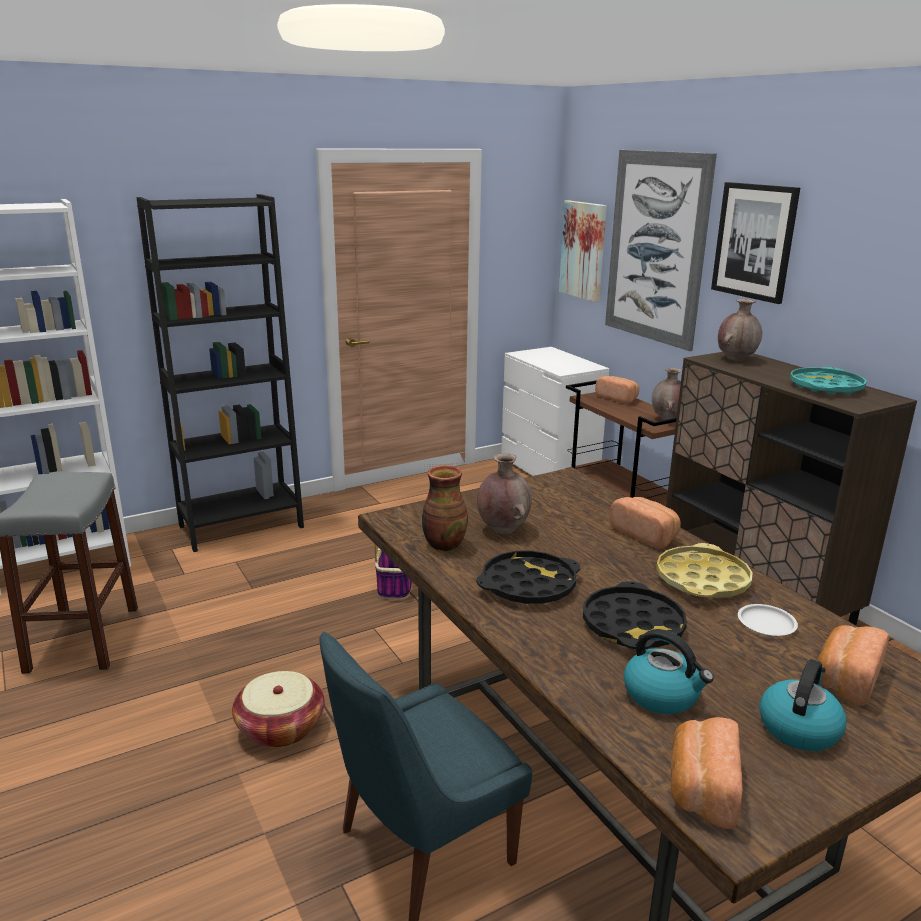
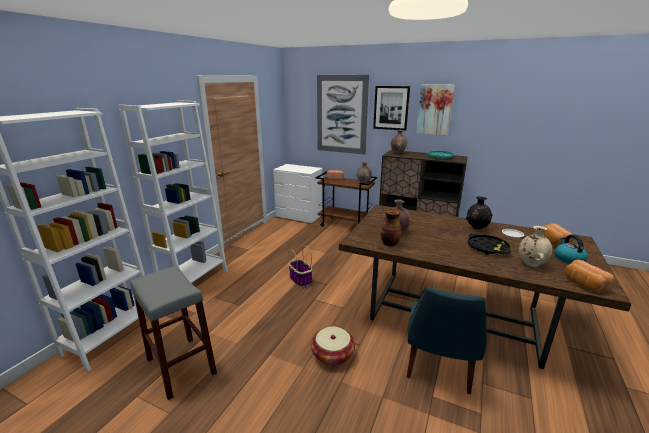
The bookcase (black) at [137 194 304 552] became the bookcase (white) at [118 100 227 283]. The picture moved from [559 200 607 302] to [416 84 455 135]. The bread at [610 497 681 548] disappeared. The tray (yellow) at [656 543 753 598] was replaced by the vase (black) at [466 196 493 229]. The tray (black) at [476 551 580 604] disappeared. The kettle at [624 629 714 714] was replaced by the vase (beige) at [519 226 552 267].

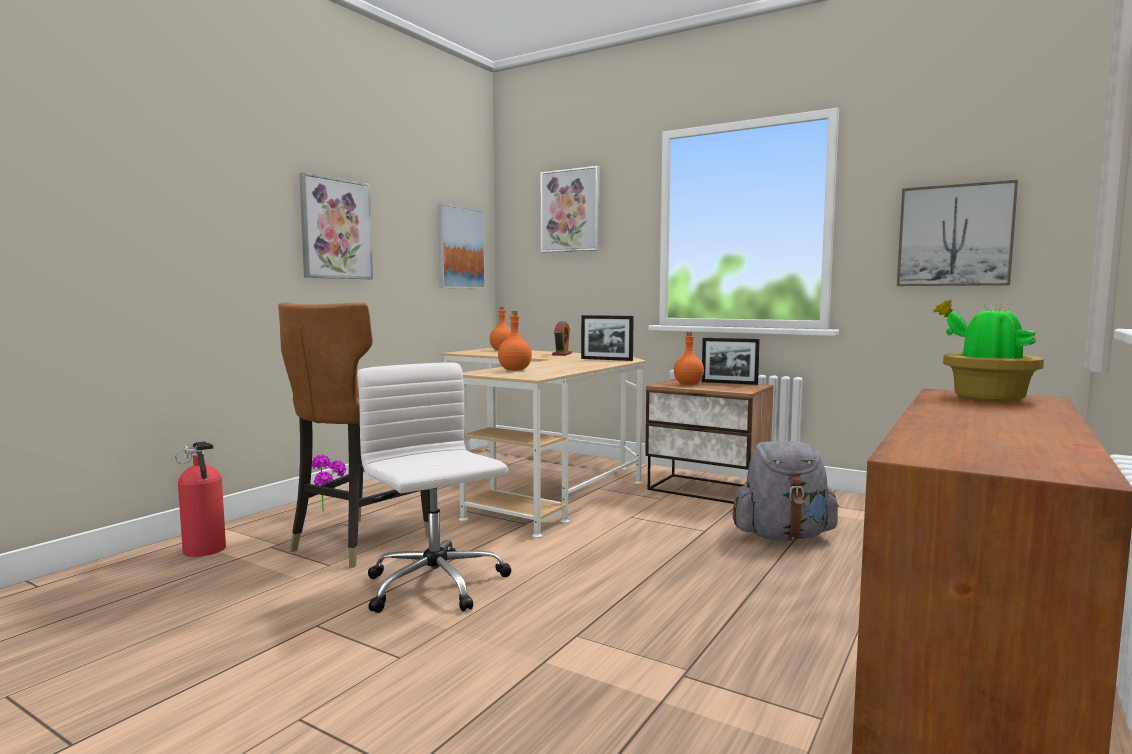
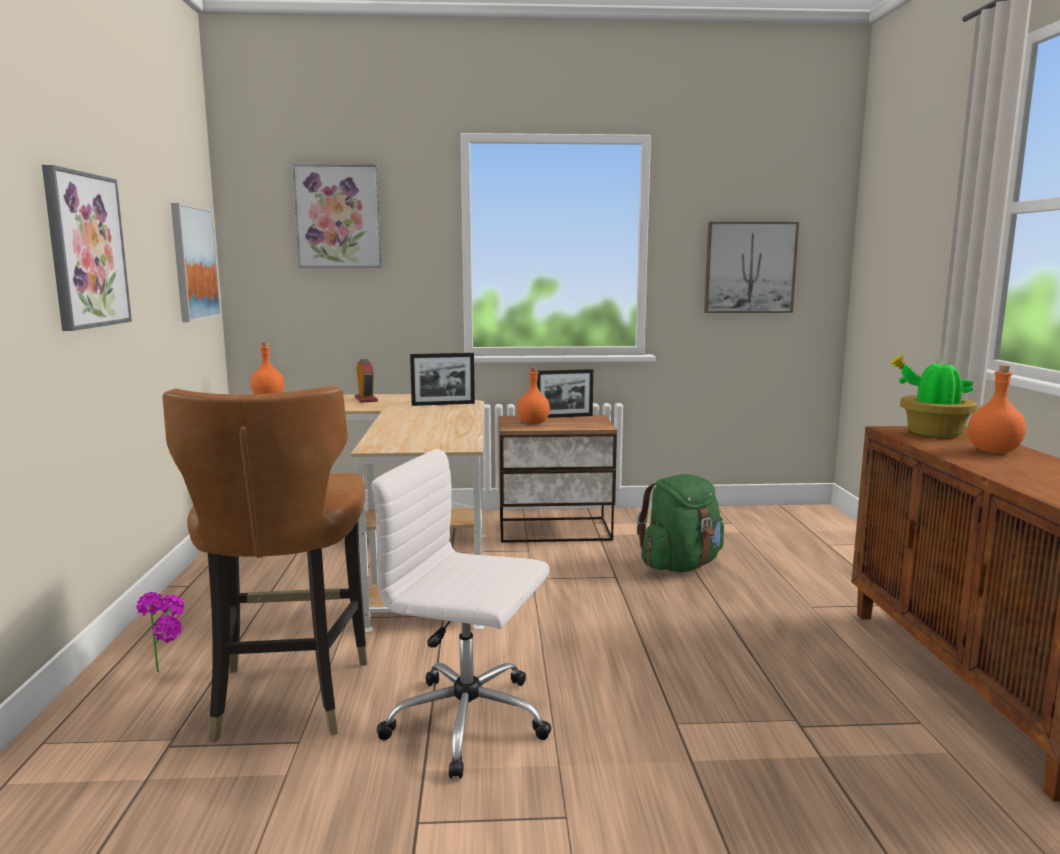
The bottle (orange) moved from [498 311 532 371] to [968 365 1026 453]. The fire extinguisher at [175 441 226 557] disappeared. The backpack (grey) at [732 441 839 541] became the backpack (green) at [637 474 724 572].

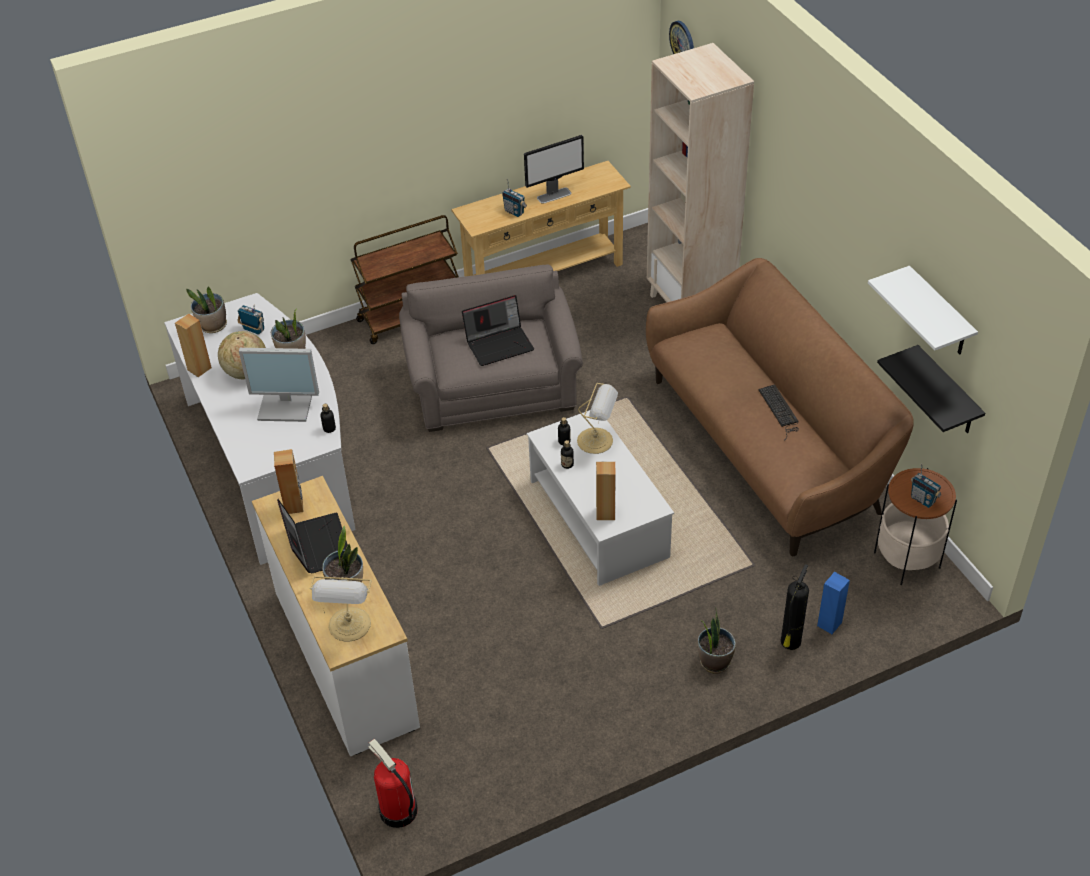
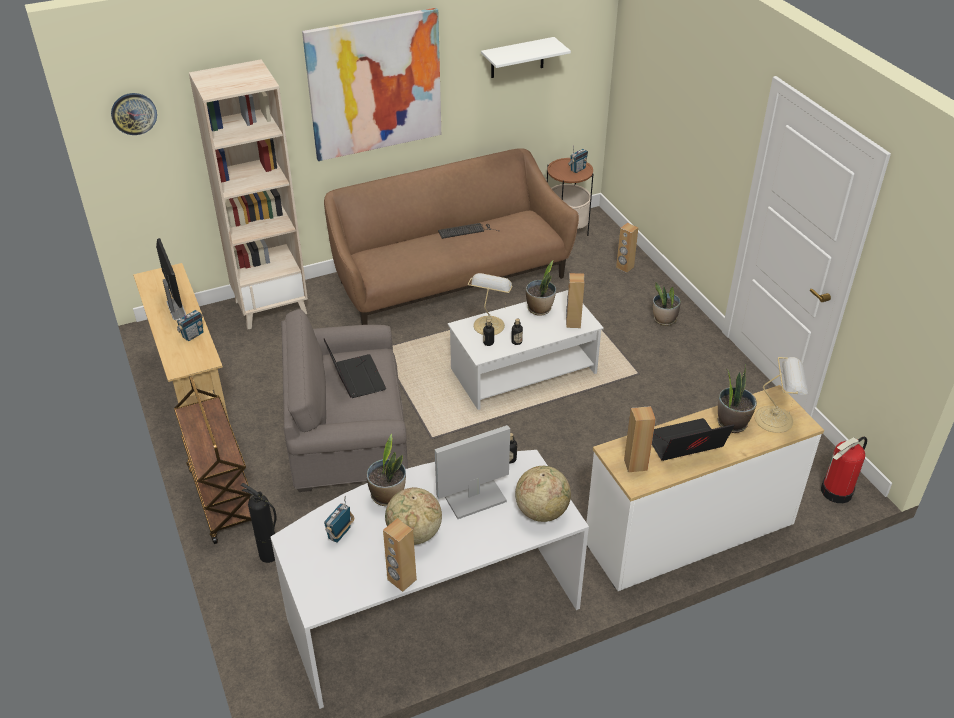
The potted plant moved from [186 286 227 333] to [526 261 556 316]. The shelf (black) at [877 345 985 433] disappeared. The monitor at [239 348 319 422] turned 120 degrees counterclockwise. The fire extinguisher moved from [781 564 809 650] to [241 483 276 563]. The speaker (blue) at [817 572 850 634] became the speaker (brown) at [616 223 638 273]. The picture at [302 8 441 161] appeared. The globe at [515 466 571 522] appeared.

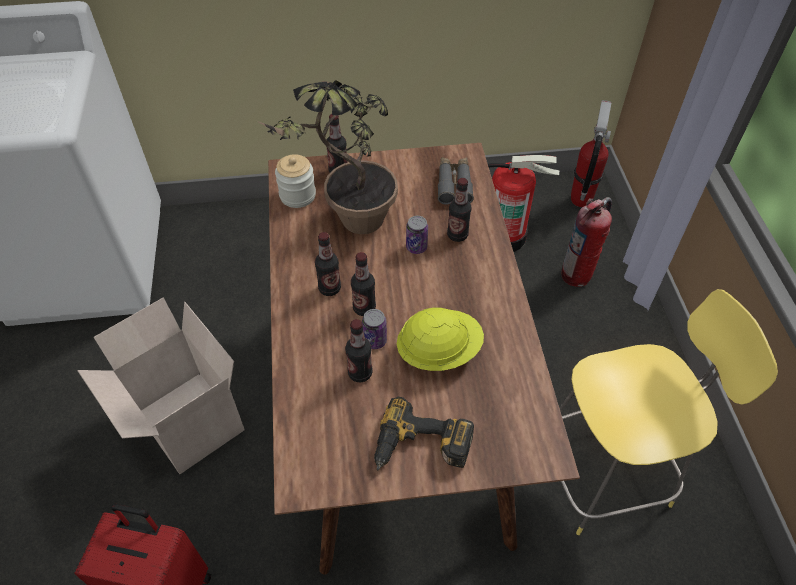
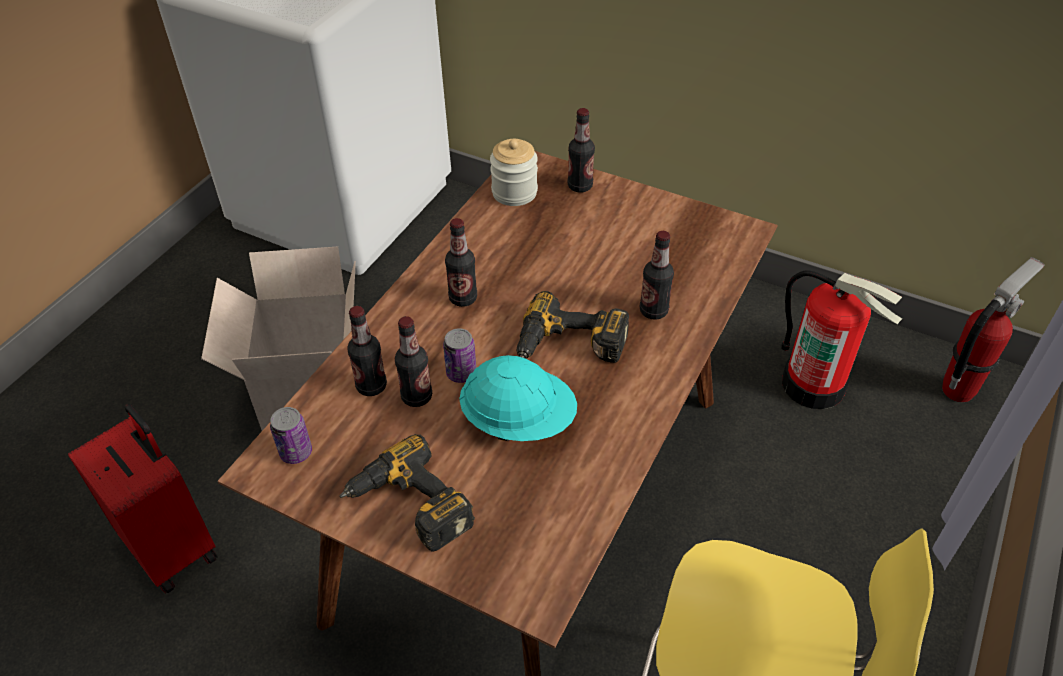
The potted plant at [257 80 398 234] disappeared. The binoculars (grey) at [438 157 474 205] disappeared. The fire extinguisher at [561 197 612 287] disappeared. The can moved from [406 216 428 254] to [270 407 312 464]. The bottle moved from [351 252 376 316] to [347 306 387 396]. The hard hat (yellow) at [397 308 484 371] became the hard hat (turquoise) at [459 355 577 441]. The power drill at [517 291 629 363] appeared.

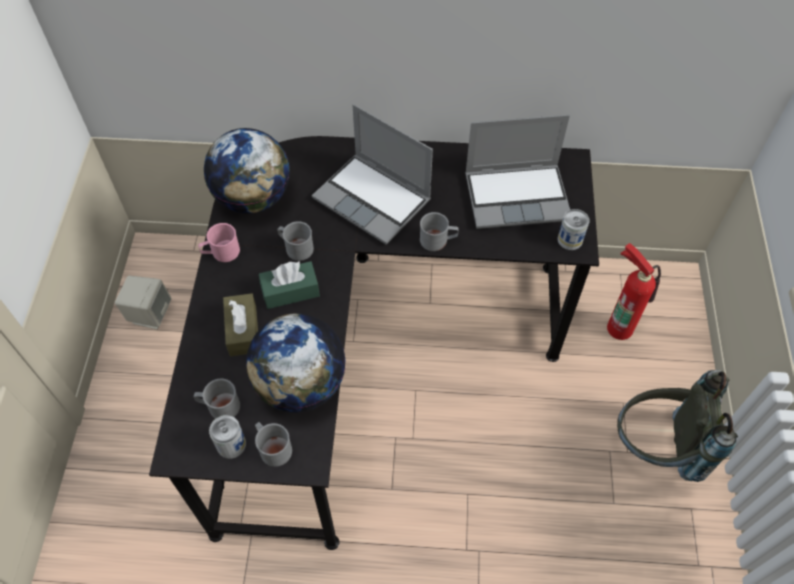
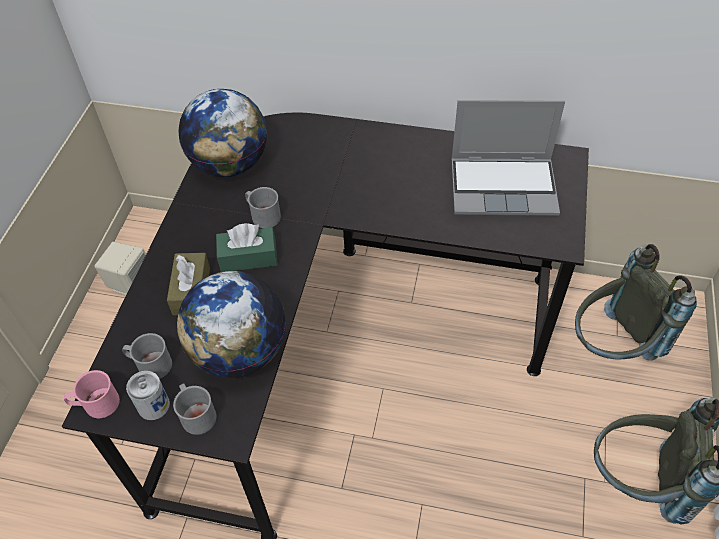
The laptop at [312 104 433 245] disappeared. The can at [558 209 589 250] disappeared. The mug (grey) at [420 212 459 251] disappeared. The mug (pink) moved from [198 223 240 262] to [64 370 120 418]. The fire extinguisher at [607 243 661 340] was replaced by the backpack (grey) at [575 244 697 361].

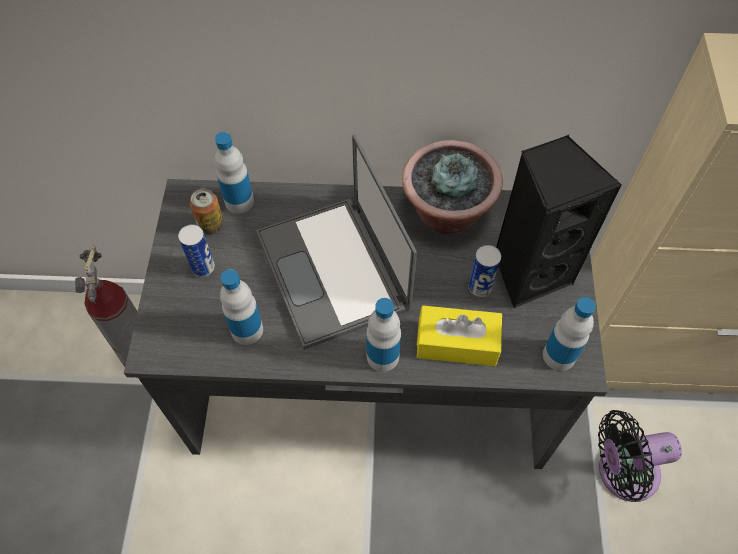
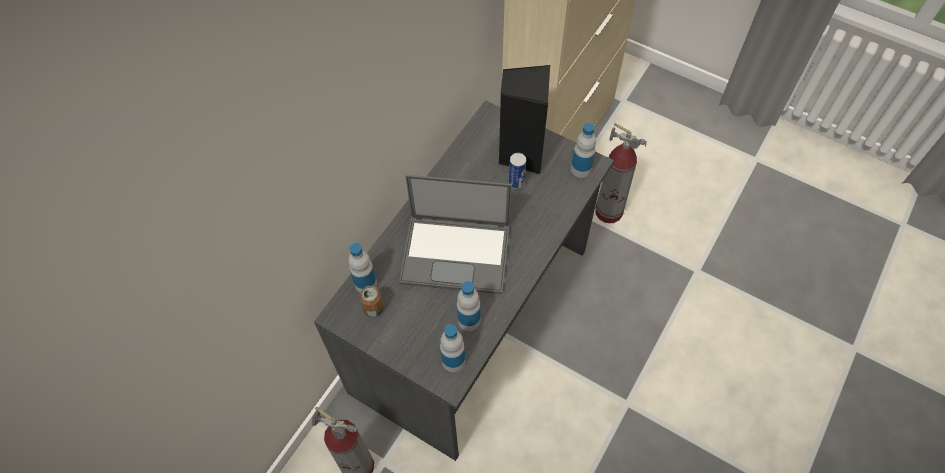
The potted plant at [402 140 503 235] disappeared. The can at [178 224 215 277] disappeared. The bottle moved from [366 298 401 372] to [440 324 465 372]. The tissue box (yellow) at [417 305 502 366] disappeared. The fan (black) at [598 410 682 502] was replaced by the fire extinguisher at [595 123 647 223].

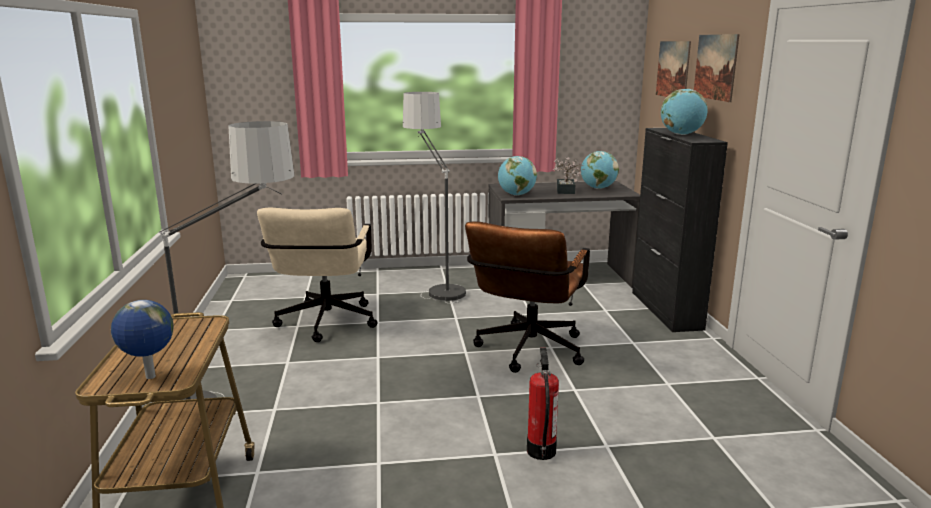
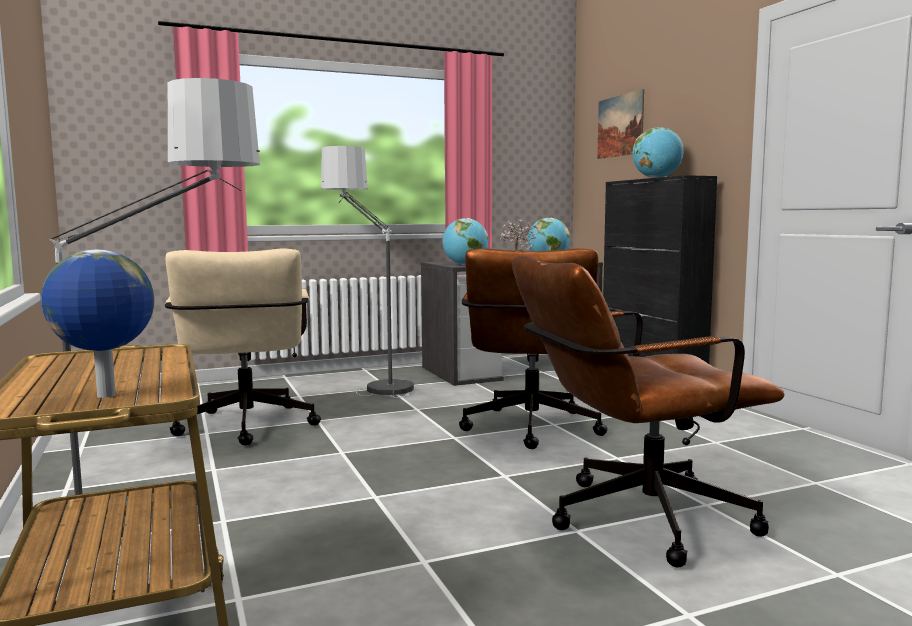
The picture at [694 34 739 102] disappeared. The fire extinguisher at [527 348 559 460] was replaced by the office chair (brown) at [512 256 785 568].

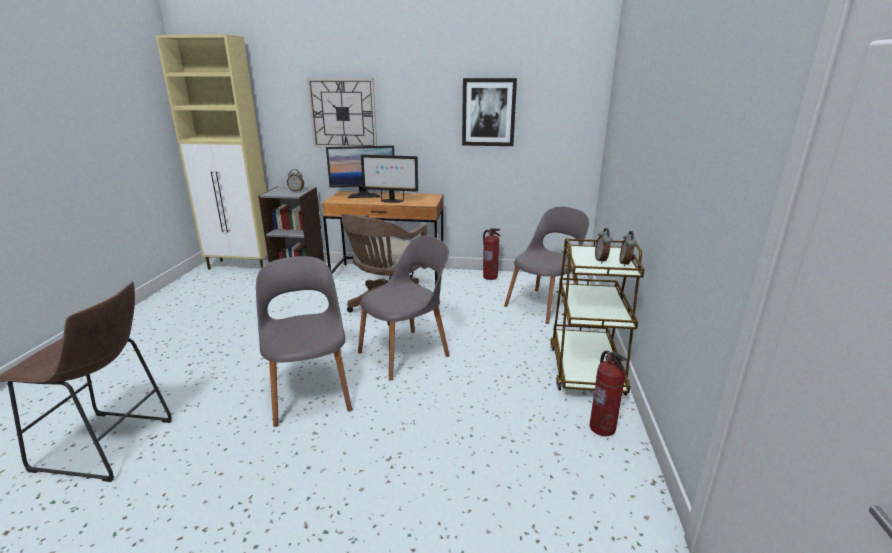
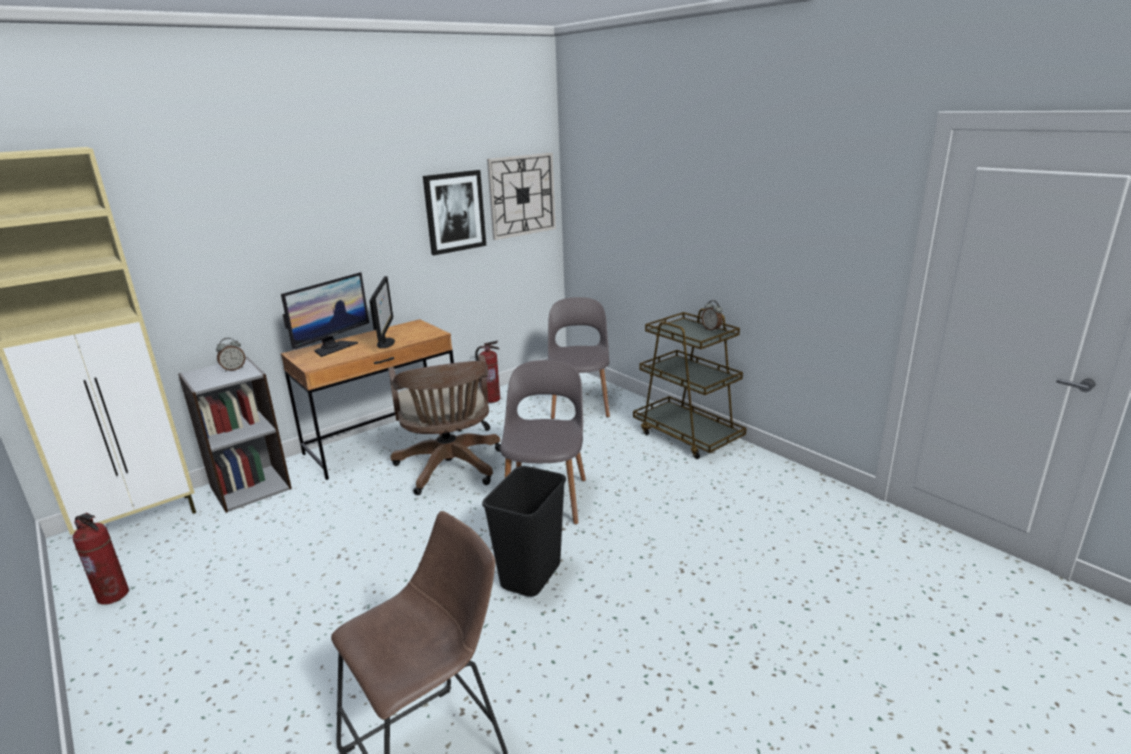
The wall clock moved from [307 78 377 148] to [487 153 556 240]. The monitor at [361 155 418 203] turned 60 degrees counterclockwise. The alarm clock at [595 228 613 263] disappeared. The chair (grey) at [256 256 352 427] was replaced by the trash can (black) at [482 466 566 597]. The fire extinguisher moved from [590 351 627 436] to [73 513 129 604].

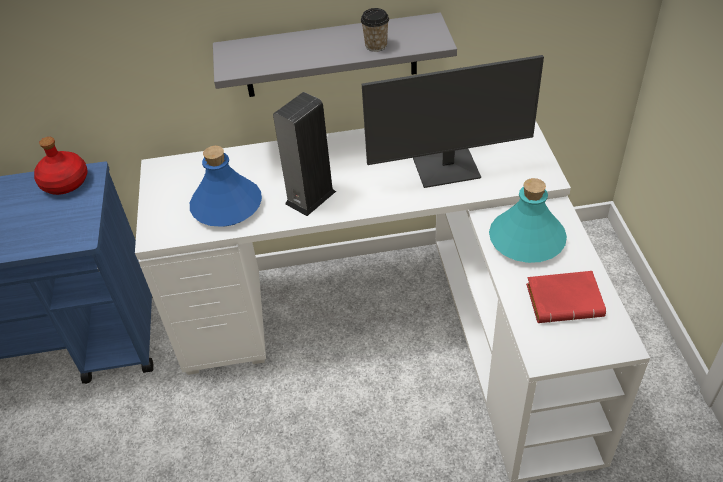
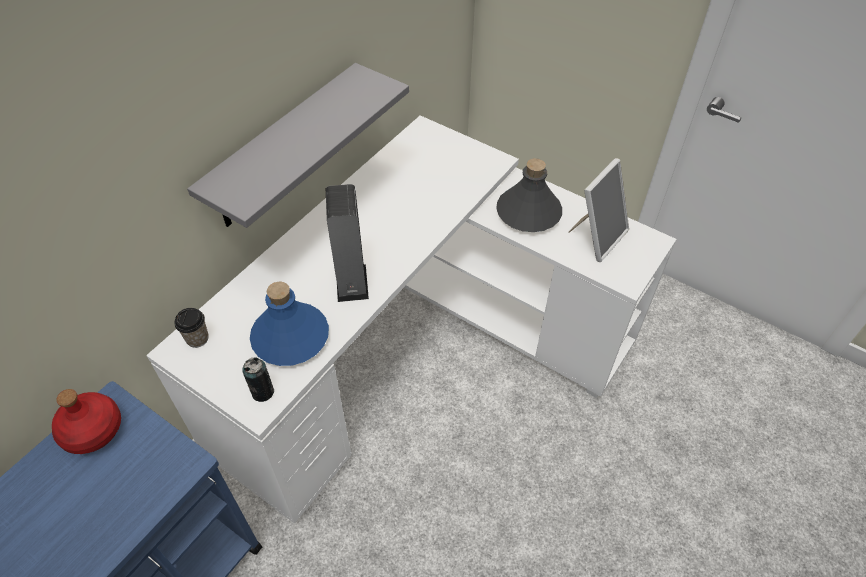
The cup moved from [361 8 389 52] to [175 308 209 348]. The monitor at [362 55 544 188] disappeared. The bottle (turquoise) at [489 178 567 263] became the bottle (grey) at [496 158 562 232]. The book (red) at [526 271 606 323] was replaced by the picture frame at [568 158 629 262]. The can at [242 357 274 402] appeared.

